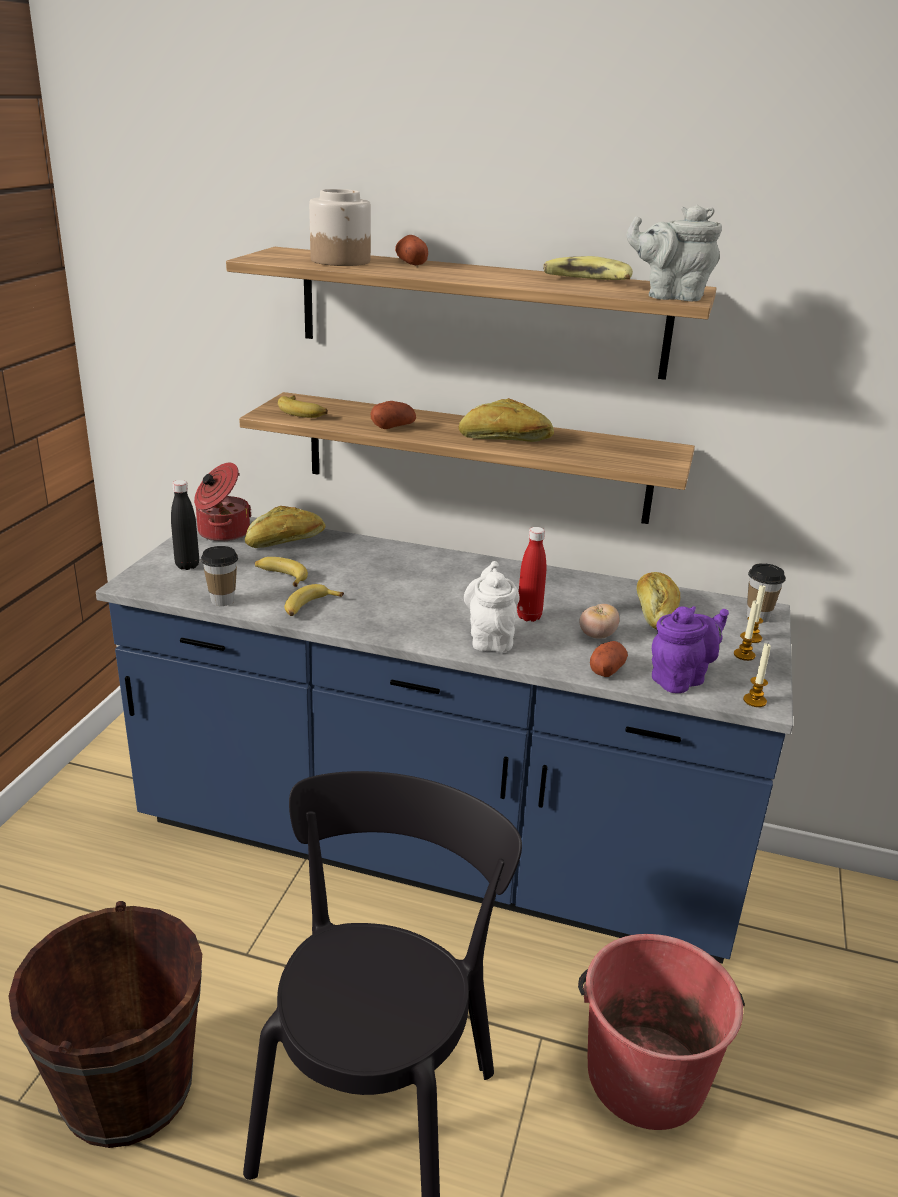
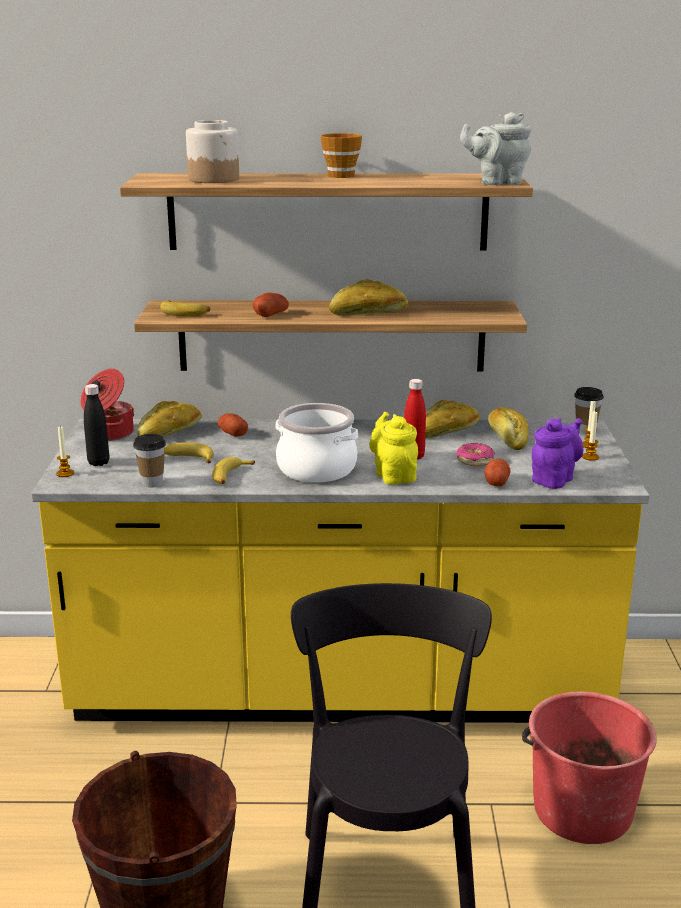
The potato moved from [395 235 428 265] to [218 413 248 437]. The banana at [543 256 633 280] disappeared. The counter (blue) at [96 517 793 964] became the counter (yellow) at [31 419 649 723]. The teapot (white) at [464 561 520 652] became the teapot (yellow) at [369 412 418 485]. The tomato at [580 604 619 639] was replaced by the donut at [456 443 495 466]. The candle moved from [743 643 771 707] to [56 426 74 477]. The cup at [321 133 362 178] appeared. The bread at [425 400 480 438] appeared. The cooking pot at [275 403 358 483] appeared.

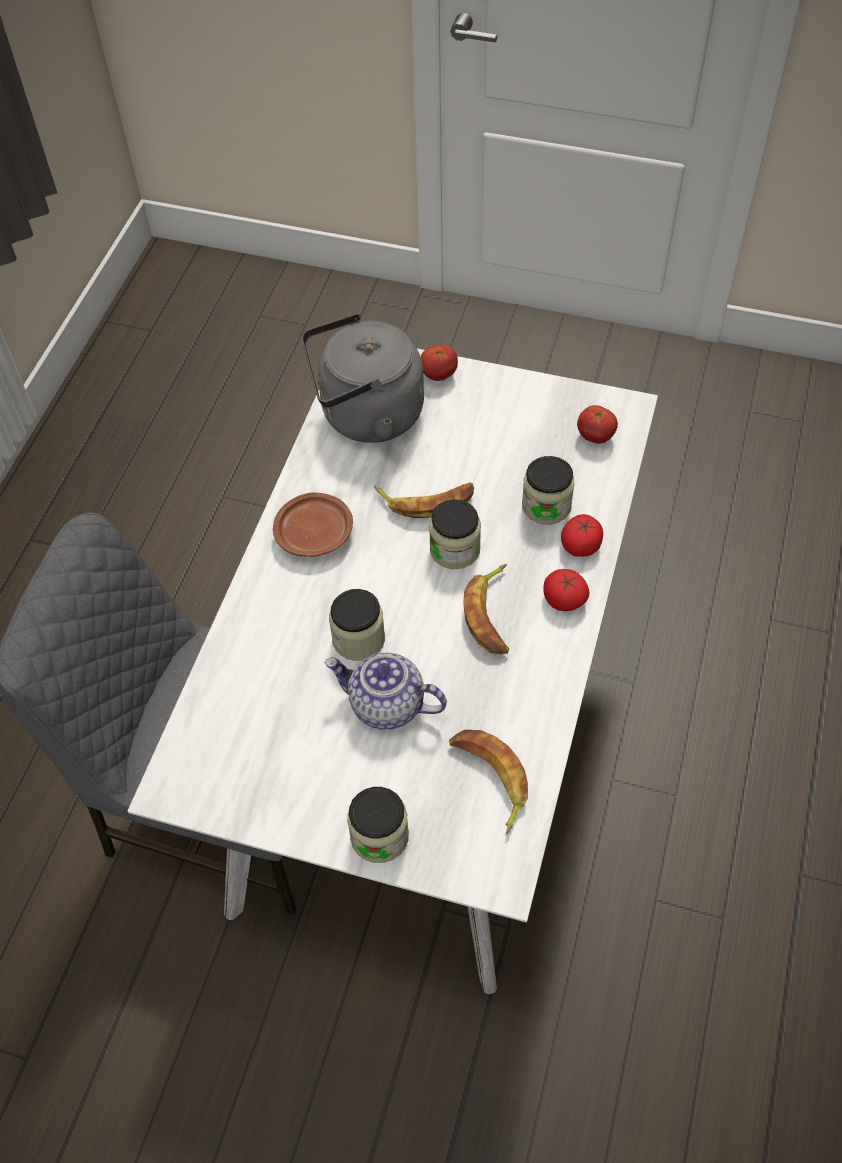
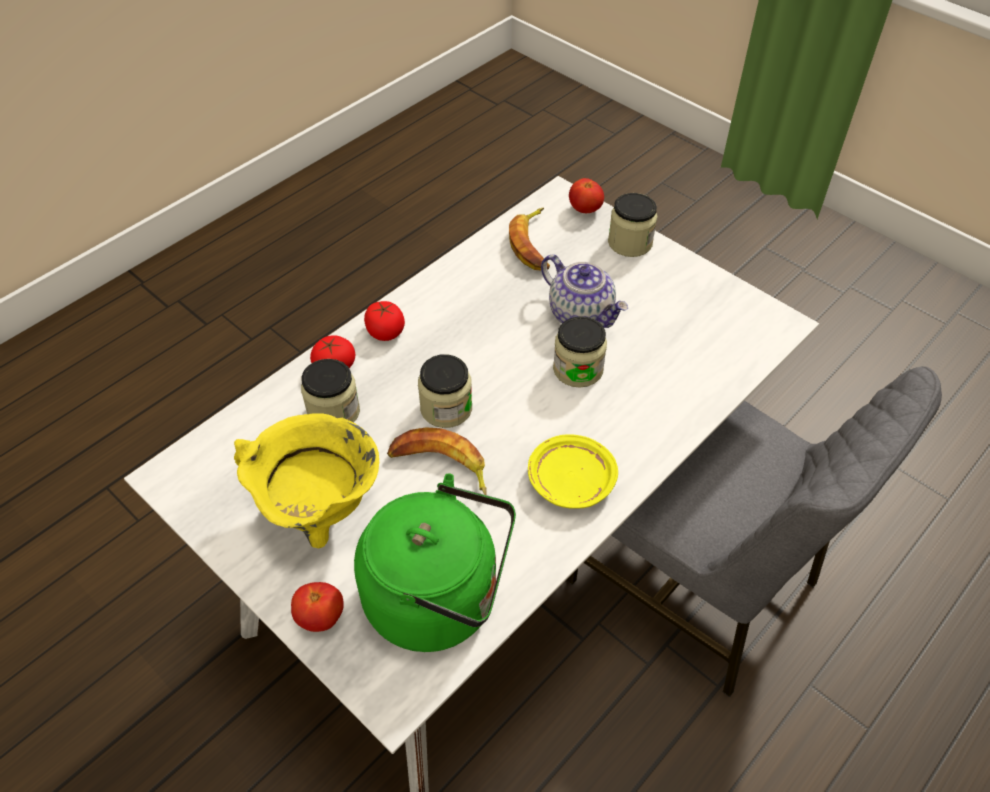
The kettle (grey) at [302 313 424 443] became the kettle (green) at [354 473 516 652]. The tomato moved from [577 405 618 444] to [569 178 604 213]. The plate (brown) at [273 492 353 557] became the plate (yellow) at [528 435 618 509]. The banana at [463 564 509 654] disappeared. The cooking pot (yellow) at [234 413 379 549] appeared.

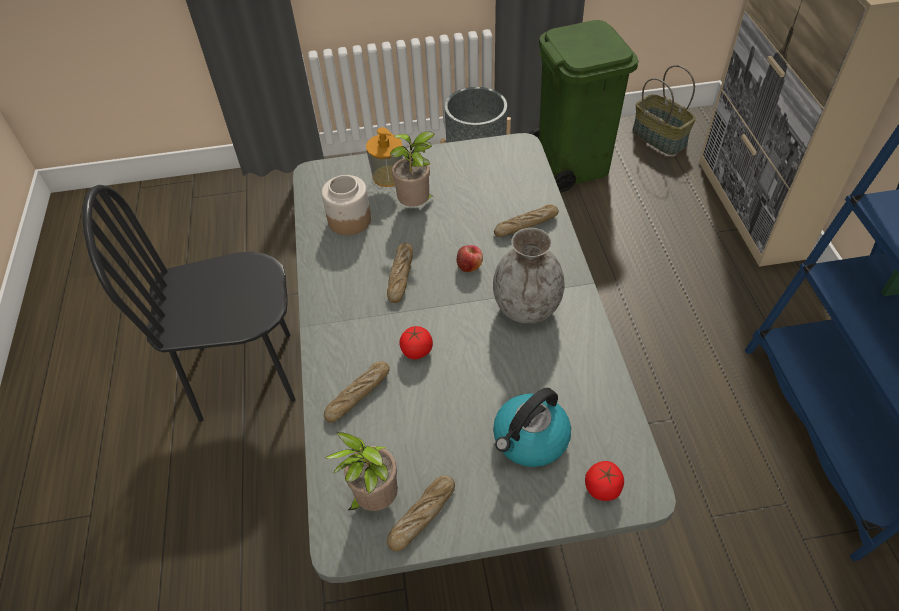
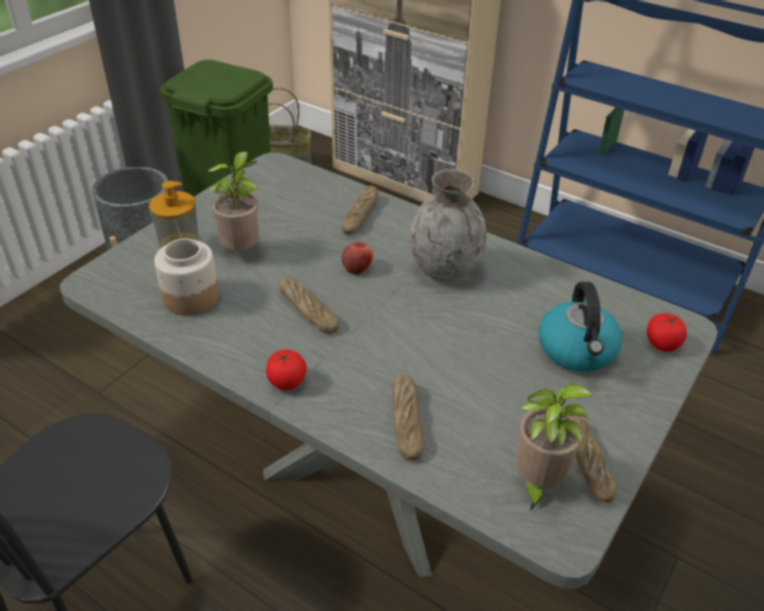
The tomato moved from [399 326 433 359] to [266 350 307 390].

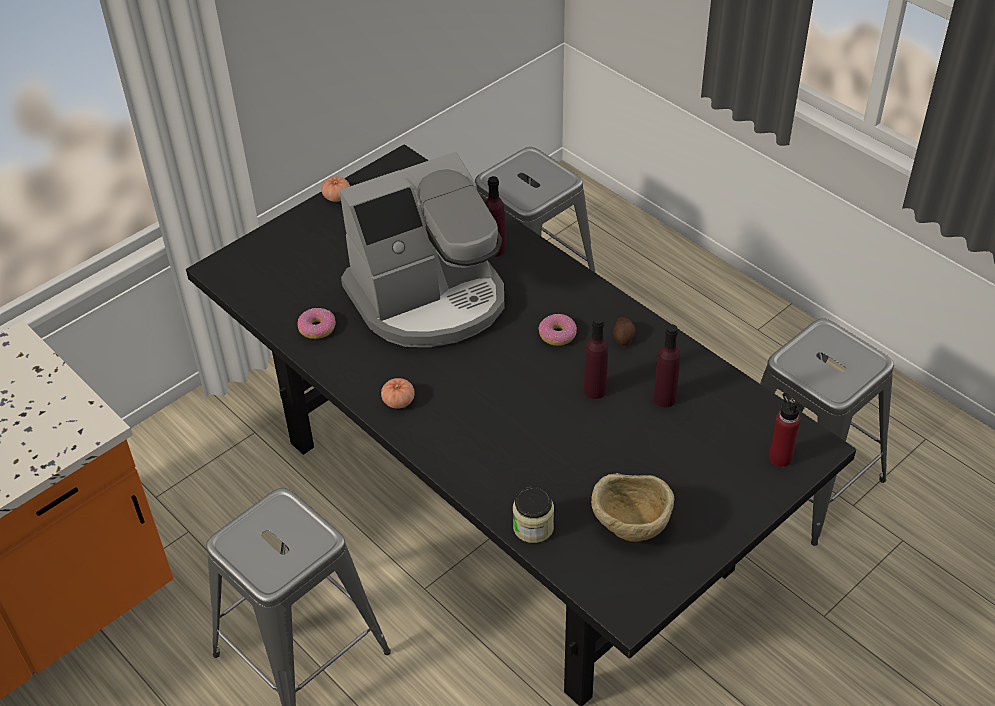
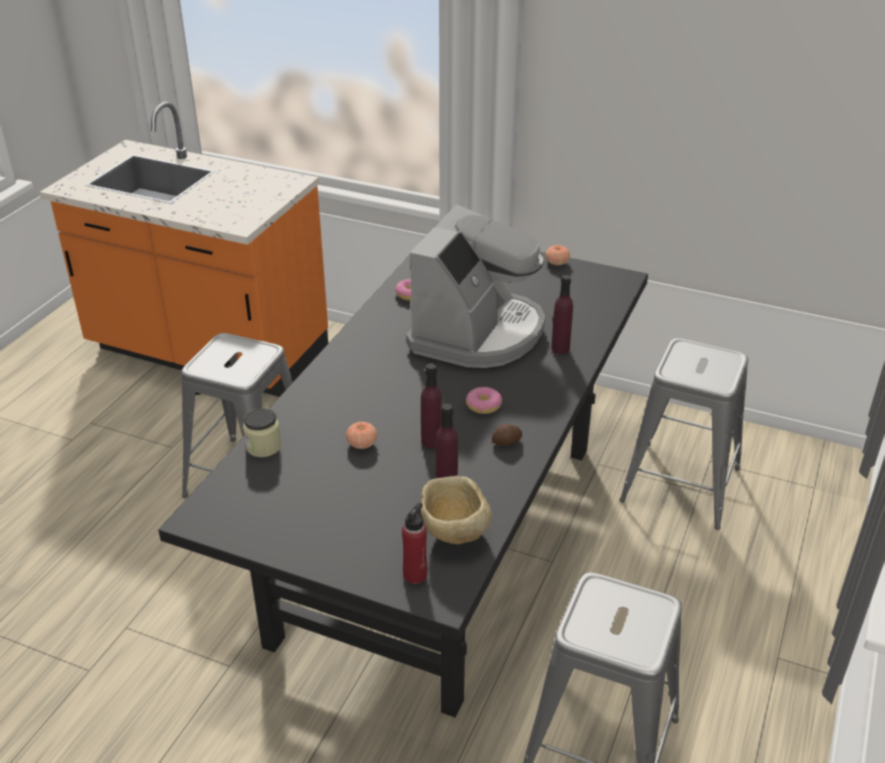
The coffee machine at [339 152 505 347] turned 105 degrees counterclockwise. The tomato moved from [381 378 415 409] to [346 422 377 449]. The bowl (beige) moved from [591 473 674 542] to [421 475 492 544].

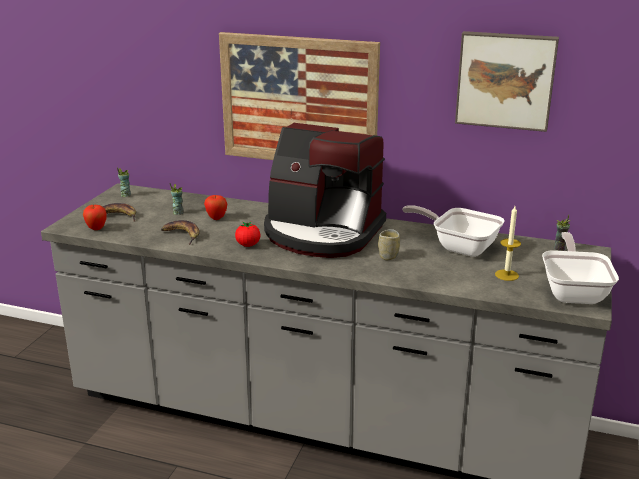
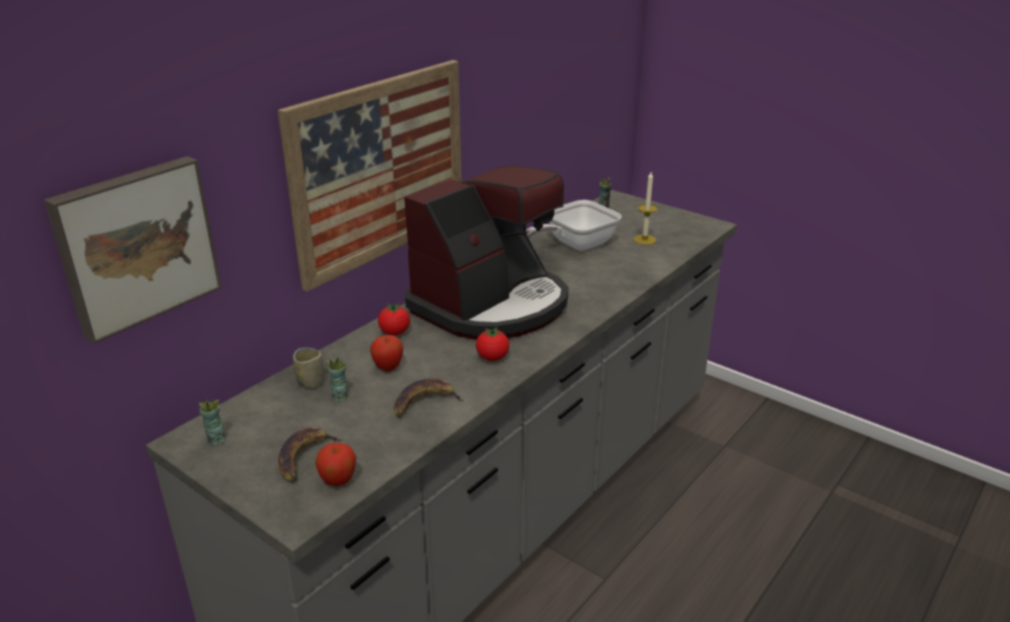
The picture moved from [455 31 559 132] to [44 156 222 344]. The cup moved from [378 229 400 260] to [293 348 324 389]. The frying pan at [542 232 619 304] disappeared. The tomato at [378 303 410 335] appeared.

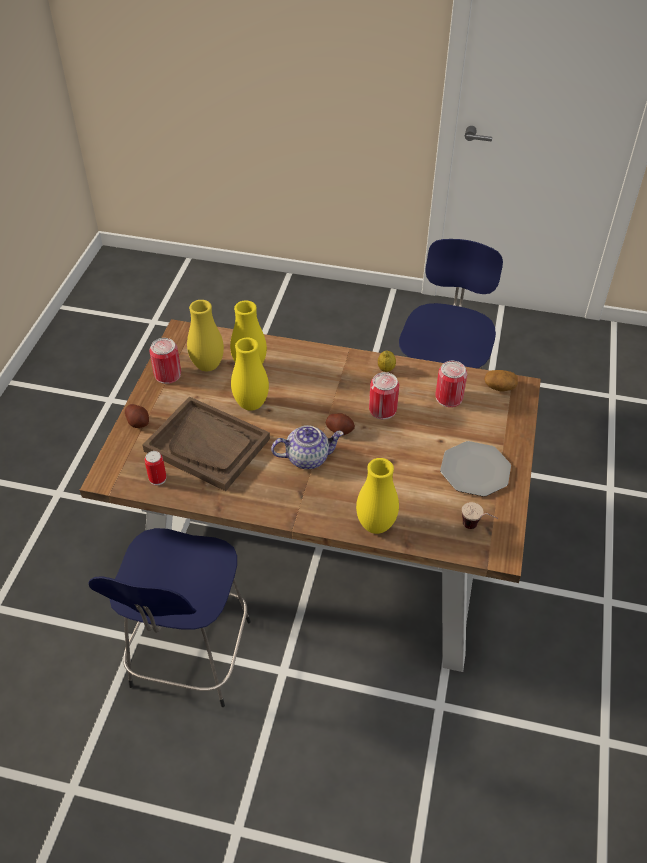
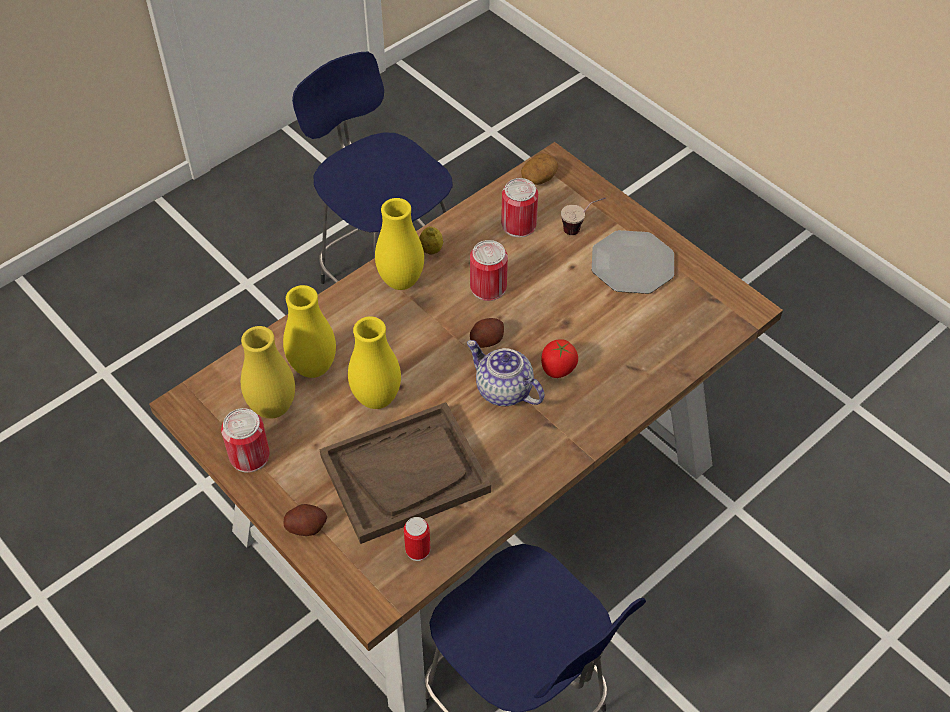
The teapot at [271 425 344 469] turned 75 degrees counterclockwise. The vase (yellow) moved from [356 458 399 534] to [375 198 424 290]. The cup moved from [462 502 498 529] to [561 197 606 235]. The tomato at [541 339 578 378] appeared.

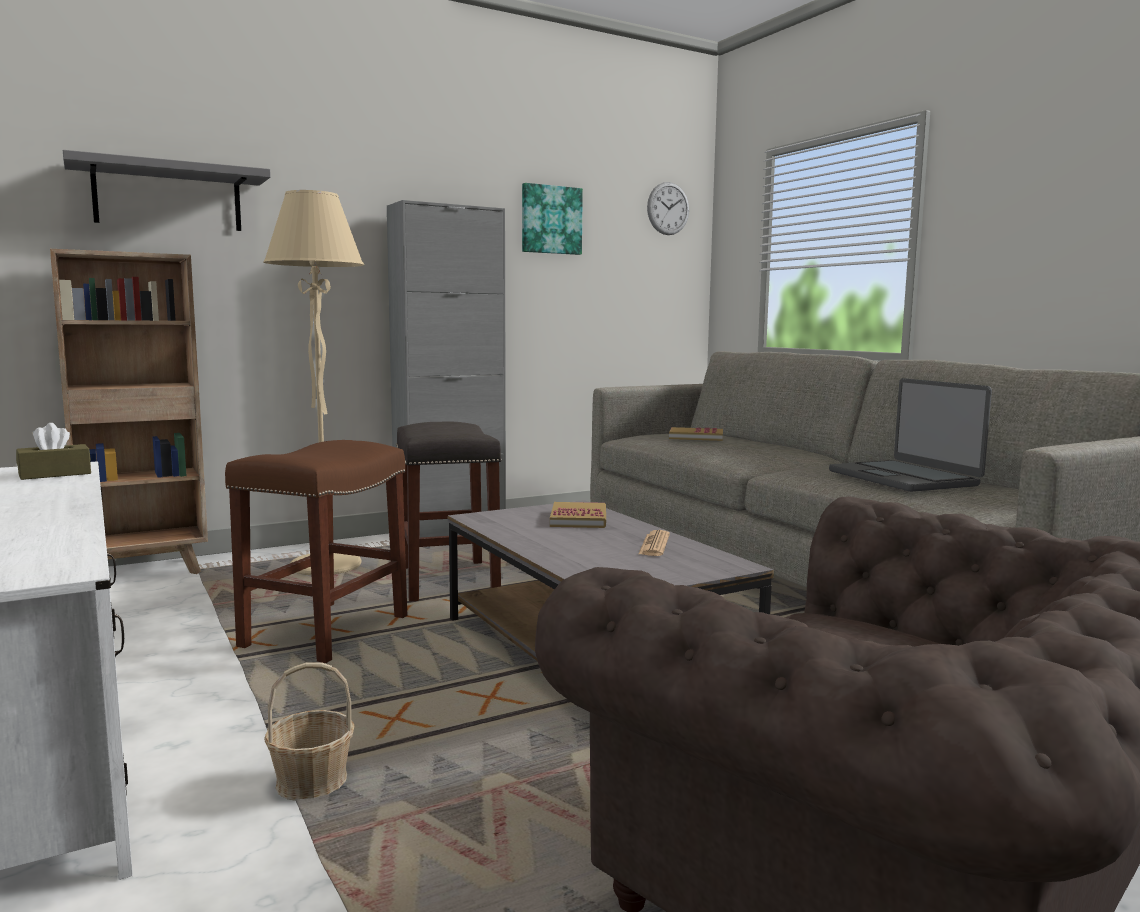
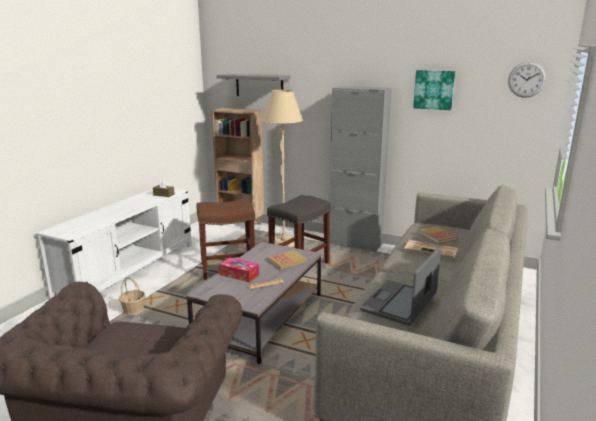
The newspaper at [405 240 458 258] appeared. The tissue box at [219 257 259 282] appeared.

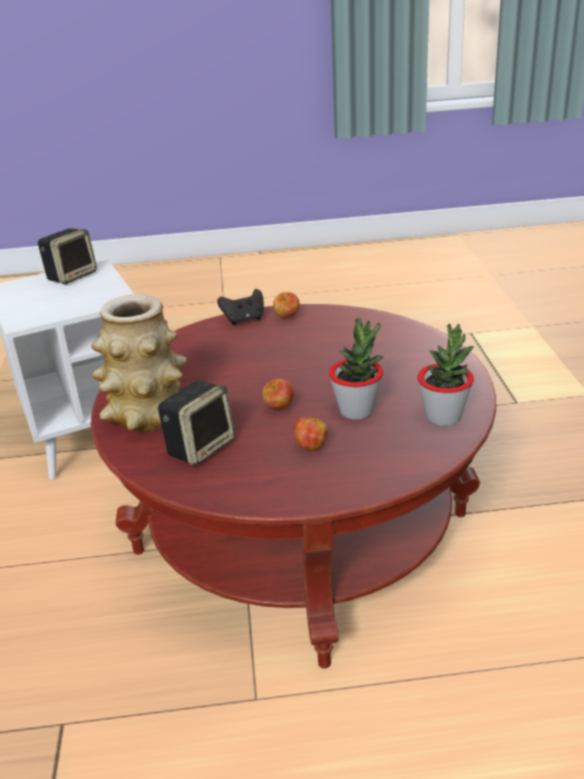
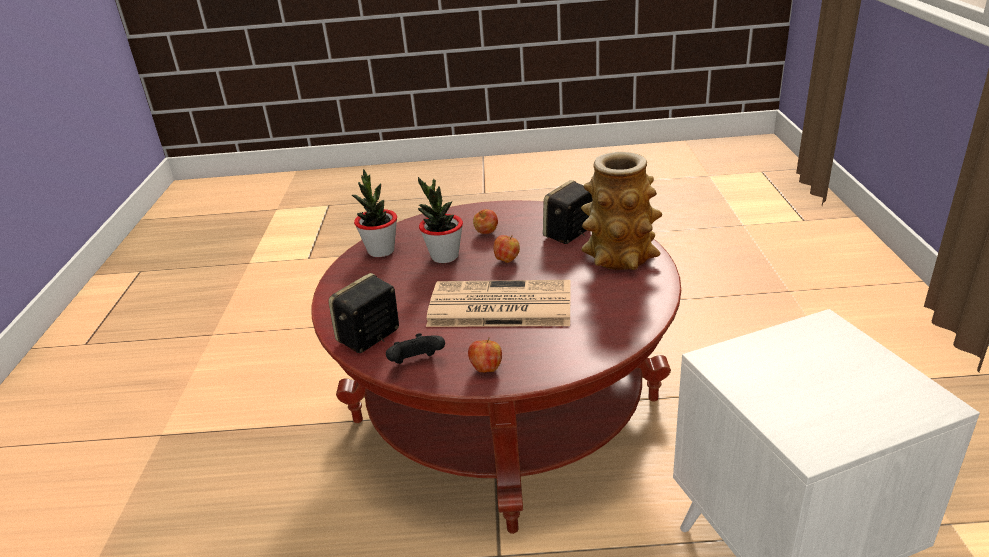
The speaker moved from [38 228 97 284] to [328 273 399 353]. The game controller (black) moved from [217 289 264 325] to [386 333 445 364]. The newspaper at [426 280 571 327] appeared.

